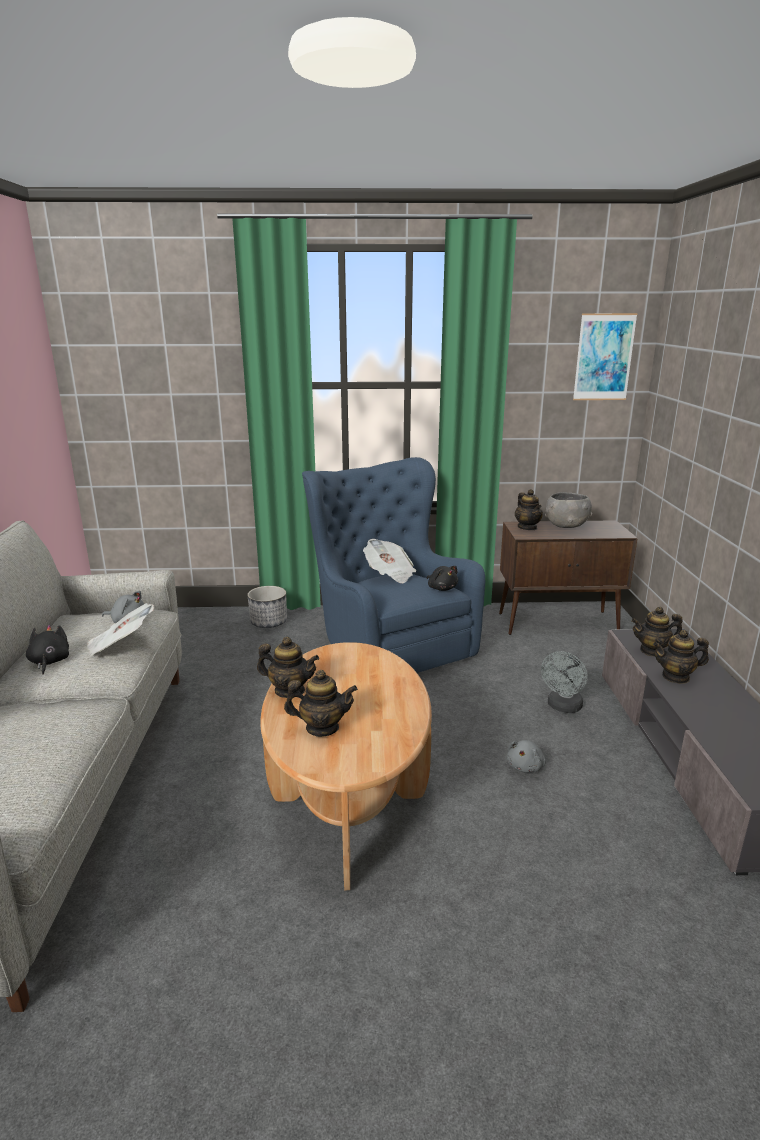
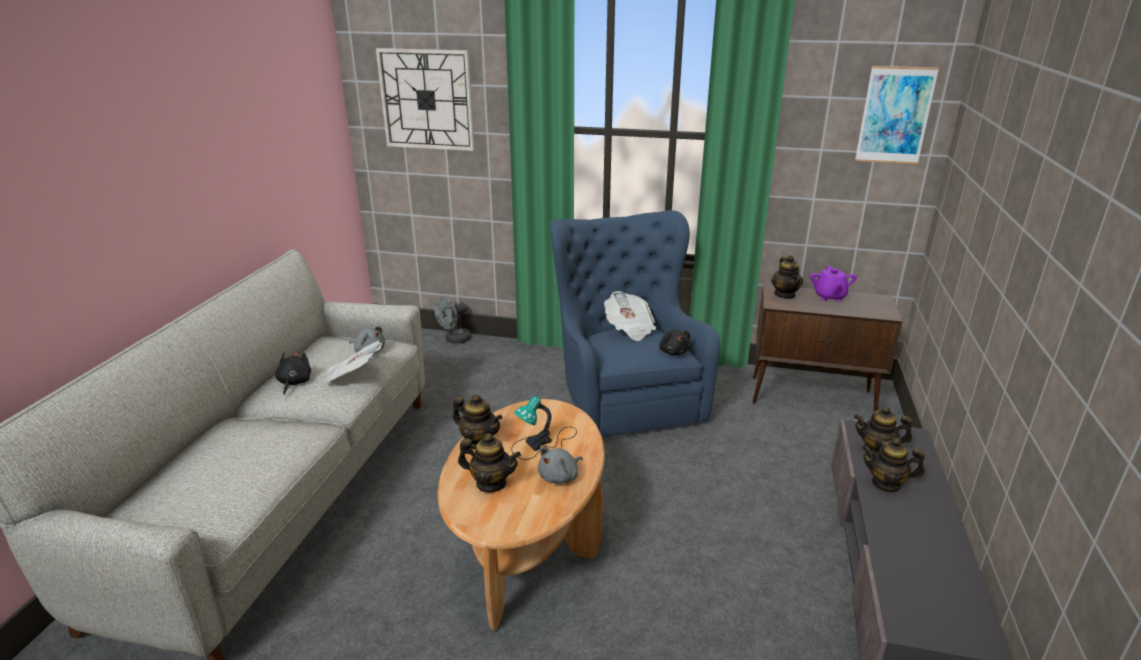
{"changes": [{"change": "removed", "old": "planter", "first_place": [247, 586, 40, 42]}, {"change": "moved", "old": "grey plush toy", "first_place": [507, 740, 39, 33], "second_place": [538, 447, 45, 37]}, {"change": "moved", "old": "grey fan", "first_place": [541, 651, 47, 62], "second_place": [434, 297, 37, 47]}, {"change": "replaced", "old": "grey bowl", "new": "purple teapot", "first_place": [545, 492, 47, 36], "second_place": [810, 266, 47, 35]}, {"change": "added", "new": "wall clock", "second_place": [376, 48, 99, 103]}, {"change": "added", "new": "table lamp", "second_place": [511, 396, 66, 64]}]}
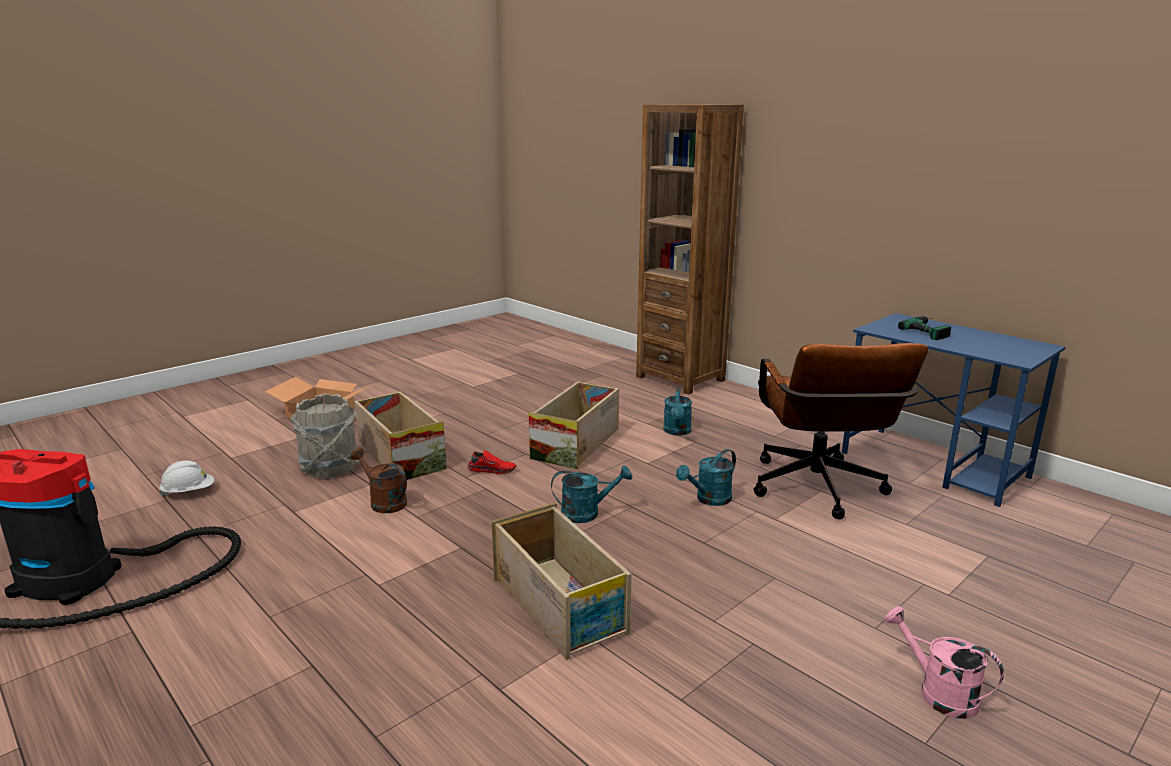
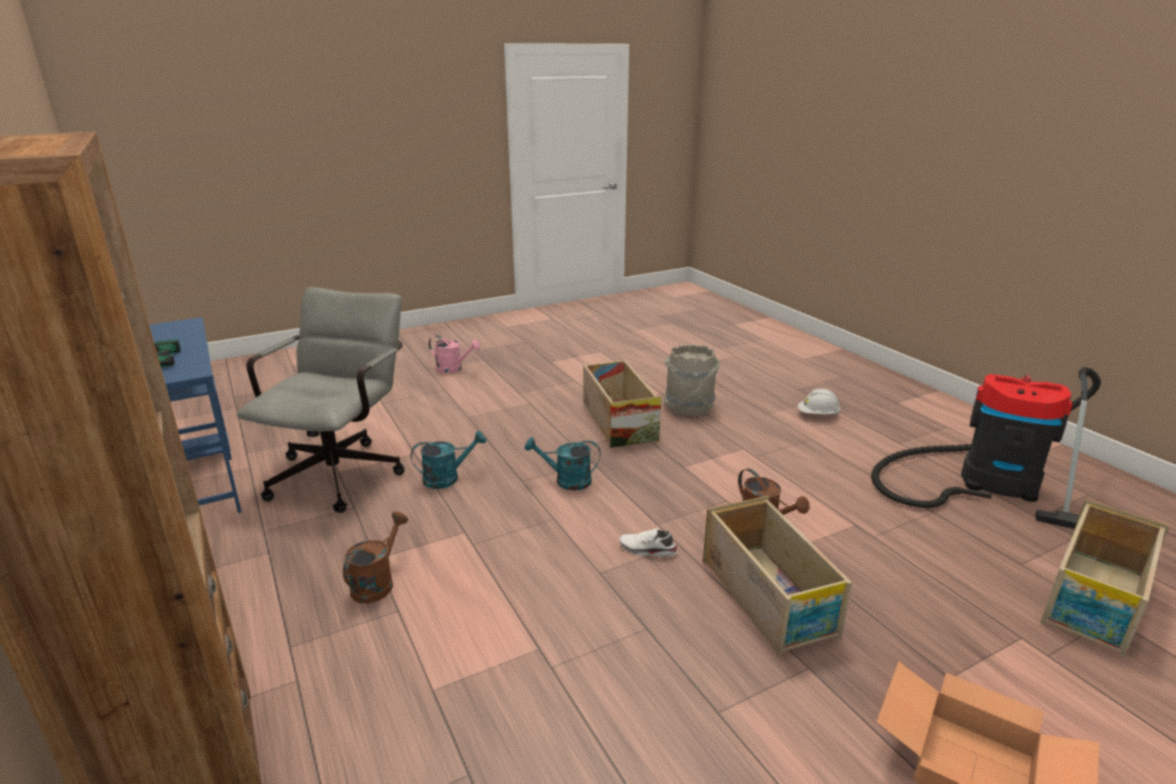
{"changes": [{"change": "moved", "old": "white hard hat", "first_place": [159, 461, 55, 35], "second_place": [798, 388, 42, 27]}, {"change": "moved", "old": "grey bucket", "first_place": [290, 393, 70, 86], "second_place": [663, 344, 57, 72]}, {"change": "recoloured", "old": "red shoe", "new": "white shoe", "first_place": [467, 450, 49, 24], "second_place": [619, 528, 58, 29]}, {"change": "moved", "old": "crate", "first_place": [529, 382, 90, 87], "second_place": [1040, 499, 129, 159]}, {"change": "recoloured", "old": "turquoise watering can", "new": "brown watering can", "first_place": [663, 388, 29, 48], "second_place": [343, 512, 65, 91]}, {"change": "recoloured", "old": "brown office chair", "new": "grey office chair", "first_place": [753, 343, 175, 177], "second_place": [236, 287, 169, 226]}, {"change": "turned", "old": "pink watering can", "first_place": [884, 606, 120, 113], "second_place": [428, 335, 53, 38], "degrees": -45}]}
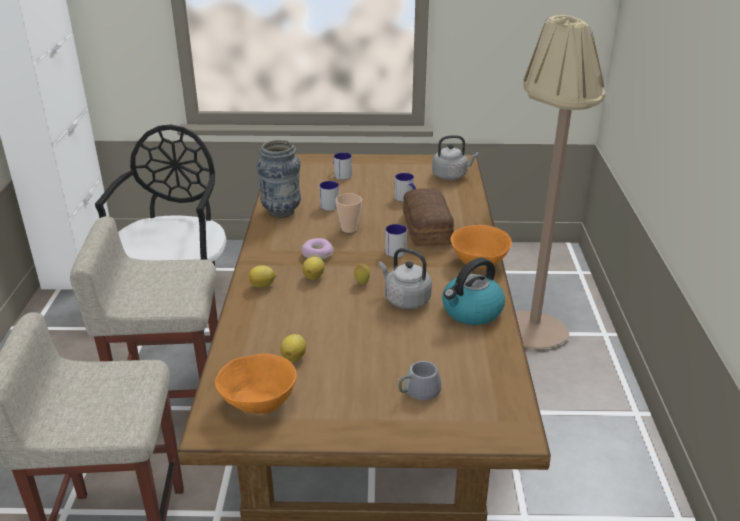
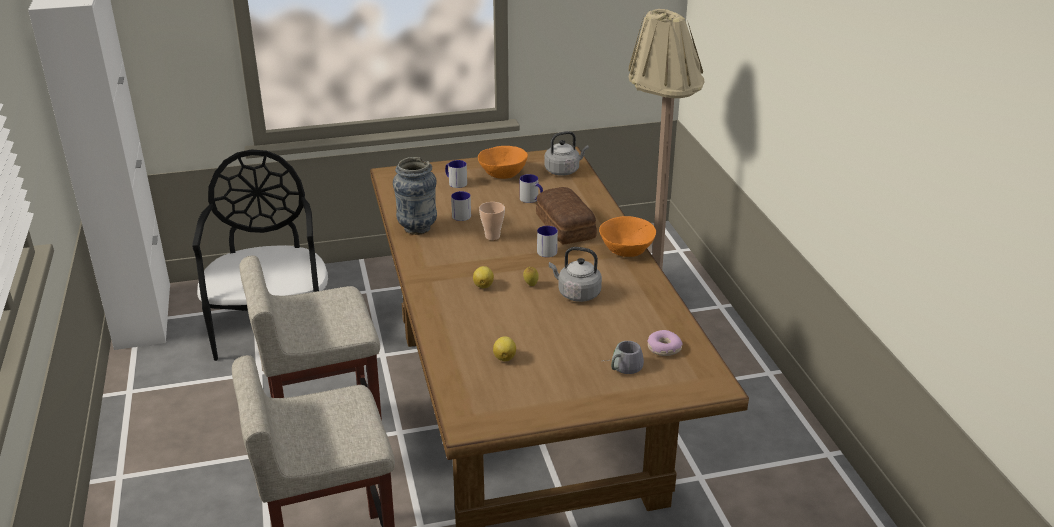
{"changes": [{"change": "moved", "old": "orange bowl", "first_place": [215, 354, 82, 60], "second_place": [478, 146, 50, 33]}, {"change": "removed", "old": "lemon", "first_place": [249, 265, 27, 23]}, {"change": "moved", "old": "donut", "first_place": [302, 238, 31, 22], "second_place": [647, 330, 36, 26]}, {"change": "removed", "old": "kettle", "first_place": [442, 257, 63, 68]}]}
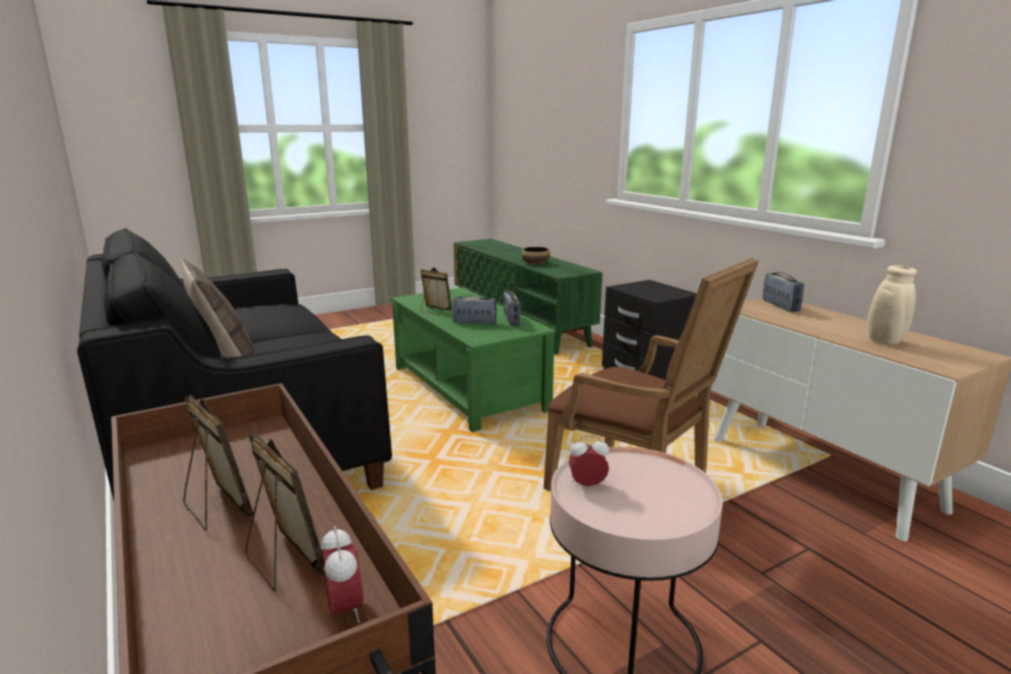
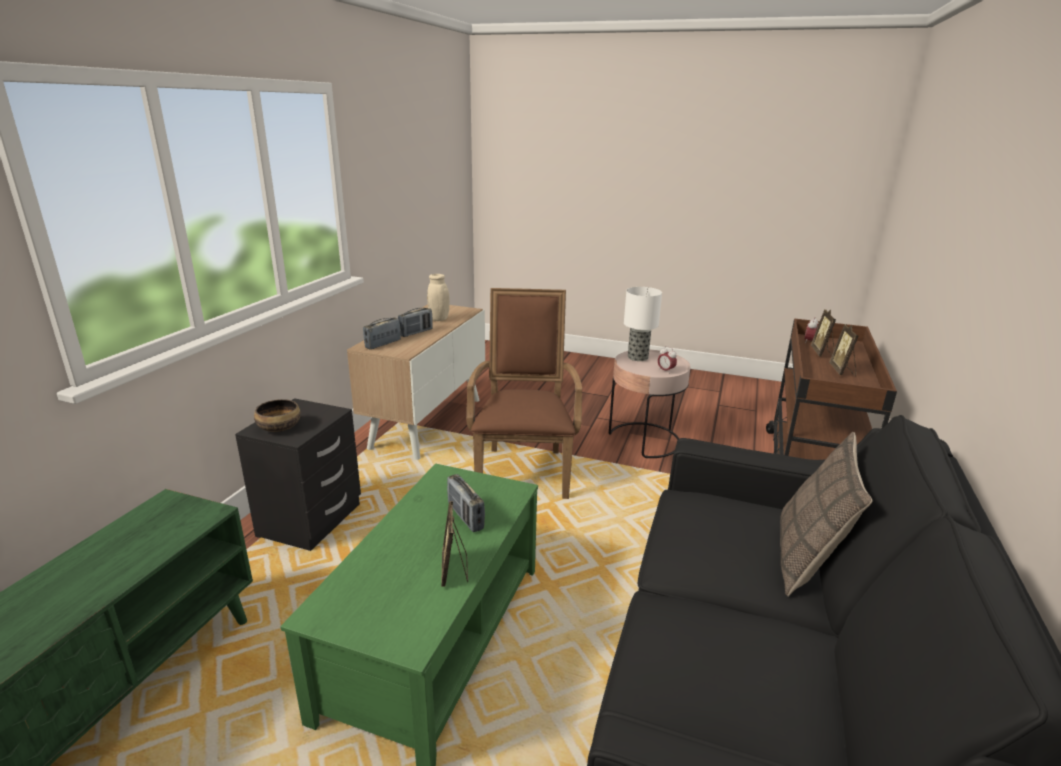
{"changes": [{"change": "moved", "old": "radio", "first_place": [504, 291, 17, 35], "second_place": [398, 308, 35, 29]}, {"change": "moved", "old": "bowl", "first_place": [521, 247, 29, 17], "second_place": [254, 399, 47, 33]}, {"change": "added", "new": "table lamp", "second_place": [624, 287, 38, 74]}]}
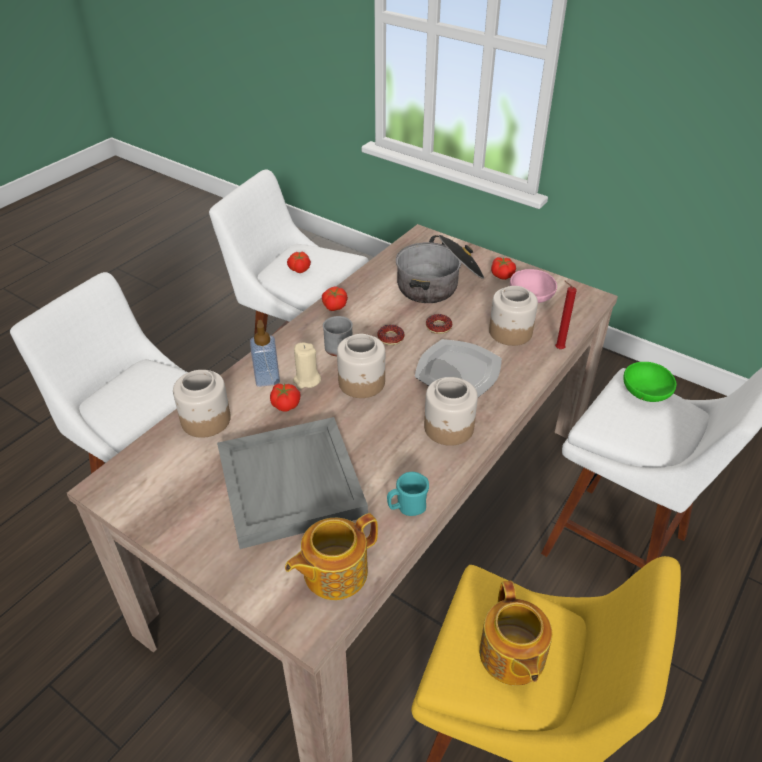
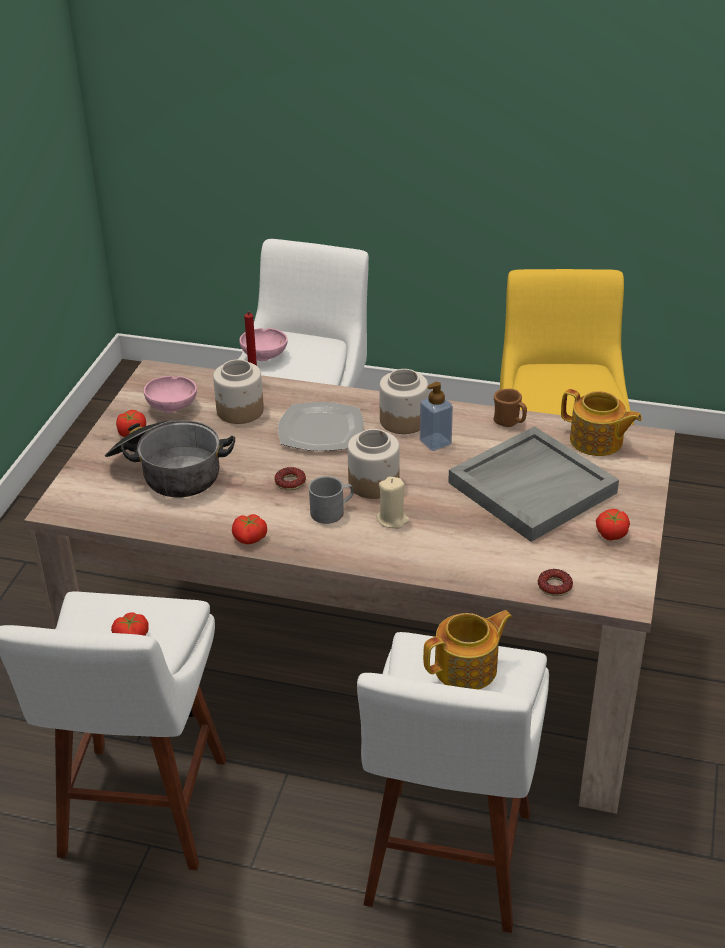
{"changes": [{"change": "removed", "old": "jar", "first_place": [173, 370, 58, 68]}, {"change": "moved", "old": "soap dispenser", "first_place": [250, 320, 30, 67], "second_place": [420, 382, 33, 69]}, {"change": "moved", "old": "tomato", "first_place": [270, 383, 31, 29], "second_place": [596, 509, 34, 32]}, {"change": "recoloured", "old": "turquoise mug", "new": "brown mug", "first_place": [387, 472, 42, 44], "second_place": [494, 389, 33, 38]}, {"change": "moved", "old": "donut", "first_place": [426, 314, 26, 20], "second_place": [538, 569, 35, 28]}, {"change": "moved", "old": "teapot", "first_place": [479, 581, 73, 105], "second_place": [423, 610, 89, 80]}, {"change": "recoloured", "old": "green bowl", "new": "pink bowl", "first_place": [623, 362, 54, 40], "second_place": [239, 328, 49, 33]}]}
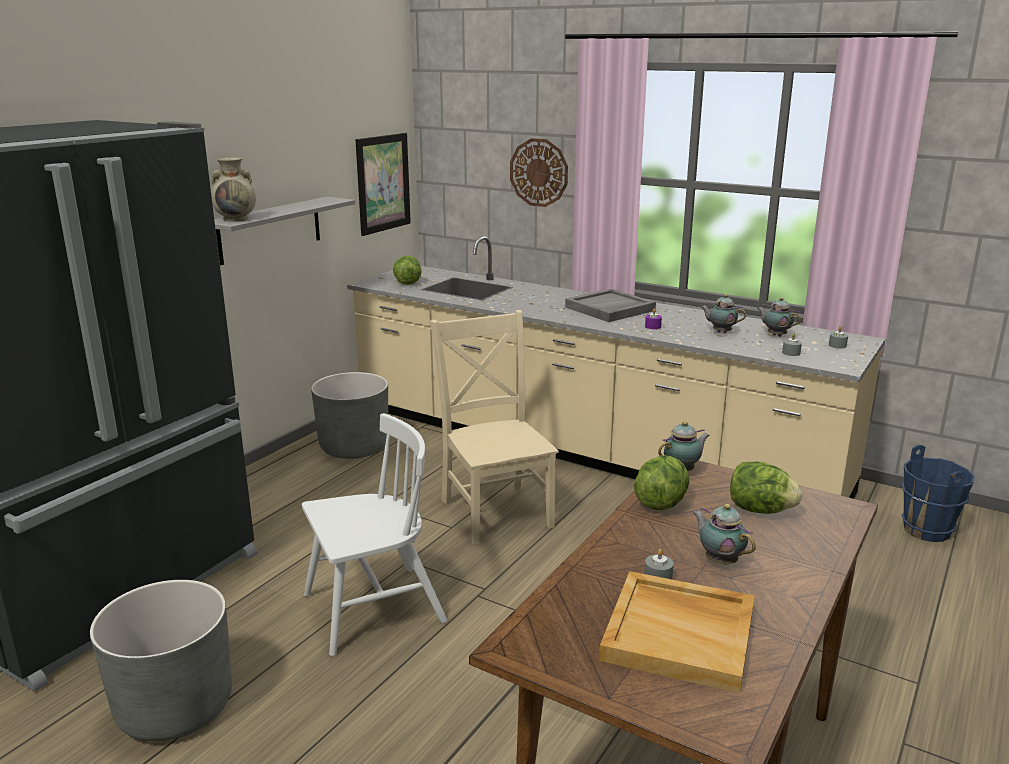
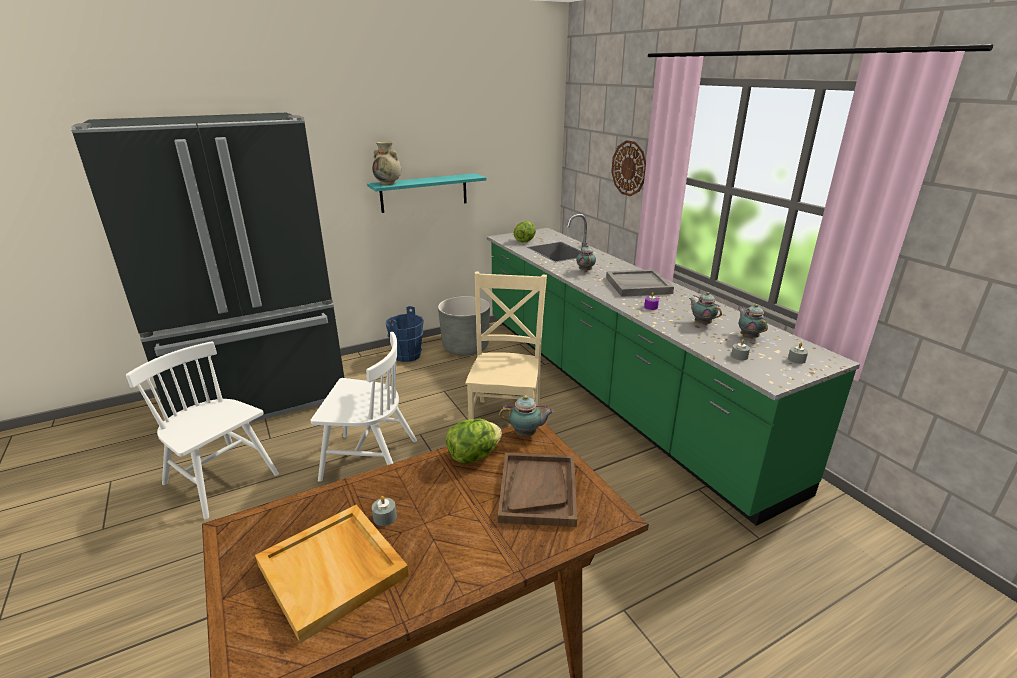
{"changes": [{"change": "replaced", "old": "grey planter", "new": "white chair", "first_place": [90, 580, 142, 161], "second_place": [126, 341, 153, 178]}, {"change": "recoloured", "old": "grey shelf", "new": "turquoise shelf", "first_place": [214, 197, 141, 68], "second_place": [367, 173, 119, 40]}, {"change": "recoloured", "old": "beige counter", "new": "green counter", "first_place": [347, 236, 539, 263], "second_place": [487, 214, 373, 312]}, {"change": "removed", "old": "picture", "first_place": [355, 133, 56, 103]}, {"change": "moved", "old": "teapot", "first_place": [693, 504, 63, 61], "second_place": [576, 245, 20, 27]}, {"change": "replaced", "old": "lettuce", "new": "brown tray", "first_place": [730, 462, 72, 52], "second_place": [498, 453, 79, 74]}, {"change": "moved", "old": "blue bucket", "first_place": [902, 445, 73, 97], "second_place": [386, 306, 38, 56]}]}
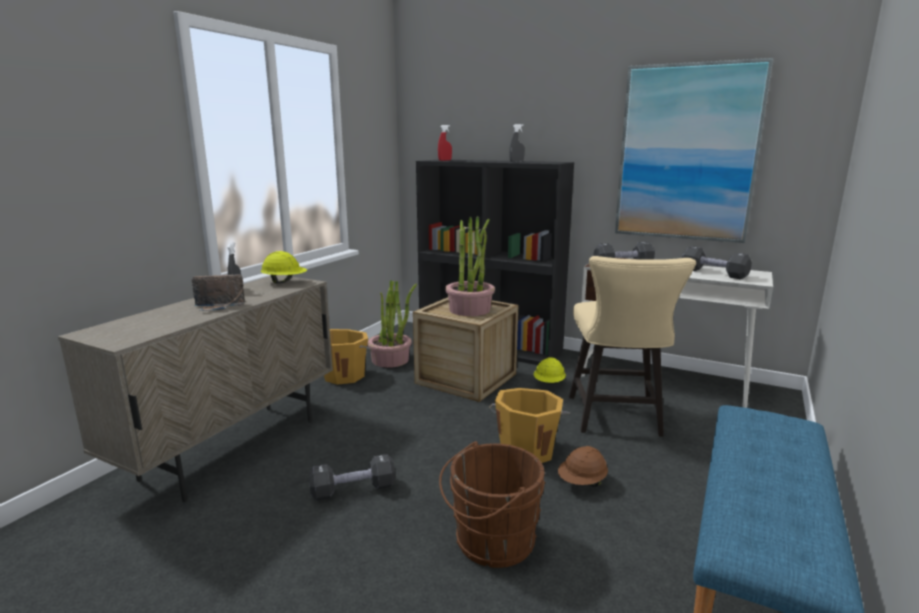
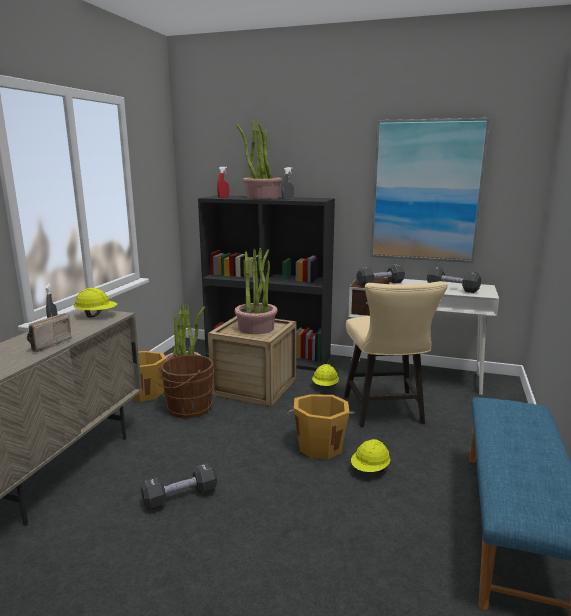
{"changes": [{"change": "turned", "old": "radio", "first_place": [192, 274, 53, 37], "second_place": [27, 313, 44, 39], "degrees": 135}, {"change": "moved", "old": "brown bucket", "first_place": [439, 441, 106, 127], "second_place": [155, 354, 60, 64]}, {"change": "recoloured", "old": "brown hard hat", "new": "yellow hard hat", "first_place": [558, 446, 50, 41], "second_place": [351, 439, 39, 33]}, {"change": "added", "new": "potted plant", "second_place": [236, 120, 46, 79]}]}
